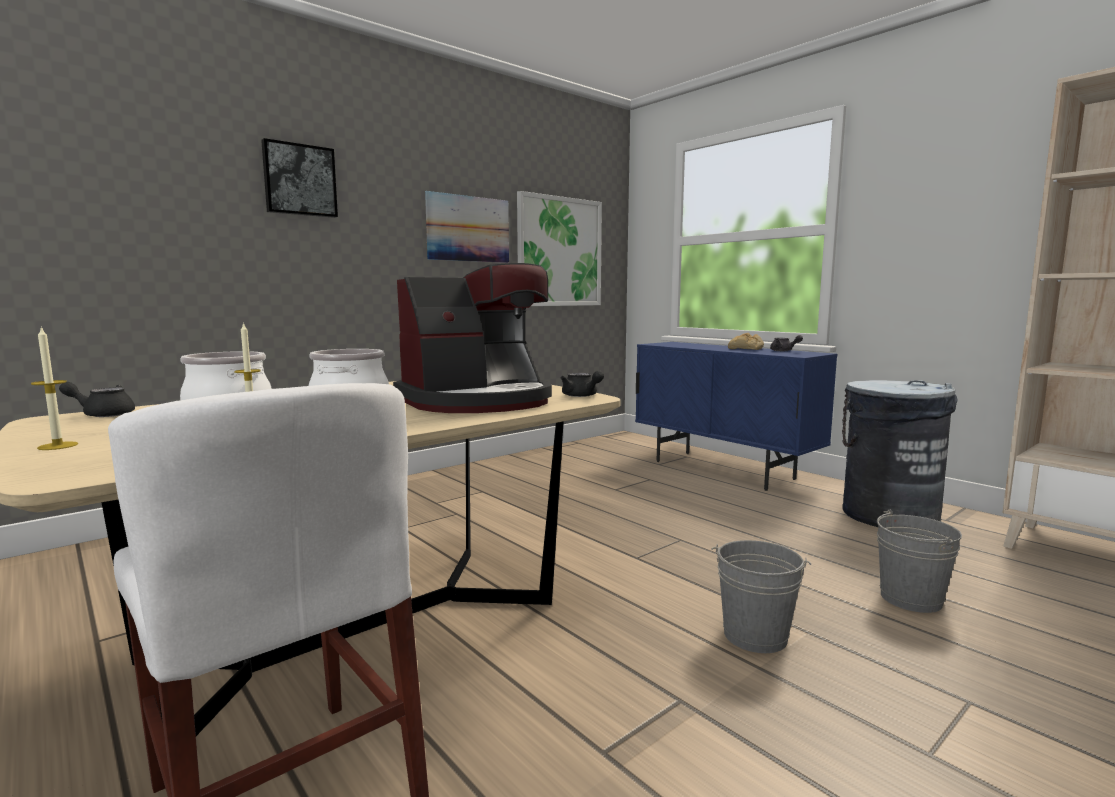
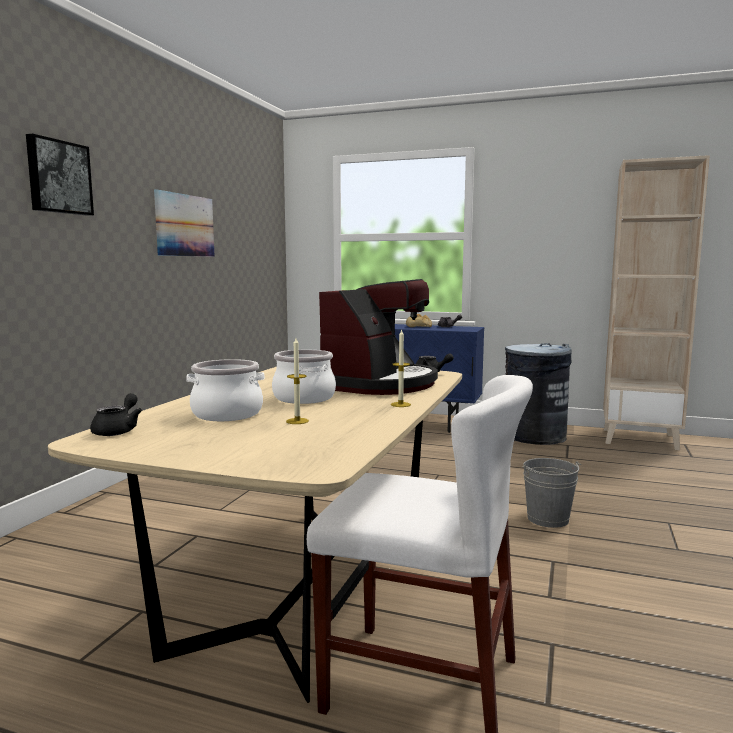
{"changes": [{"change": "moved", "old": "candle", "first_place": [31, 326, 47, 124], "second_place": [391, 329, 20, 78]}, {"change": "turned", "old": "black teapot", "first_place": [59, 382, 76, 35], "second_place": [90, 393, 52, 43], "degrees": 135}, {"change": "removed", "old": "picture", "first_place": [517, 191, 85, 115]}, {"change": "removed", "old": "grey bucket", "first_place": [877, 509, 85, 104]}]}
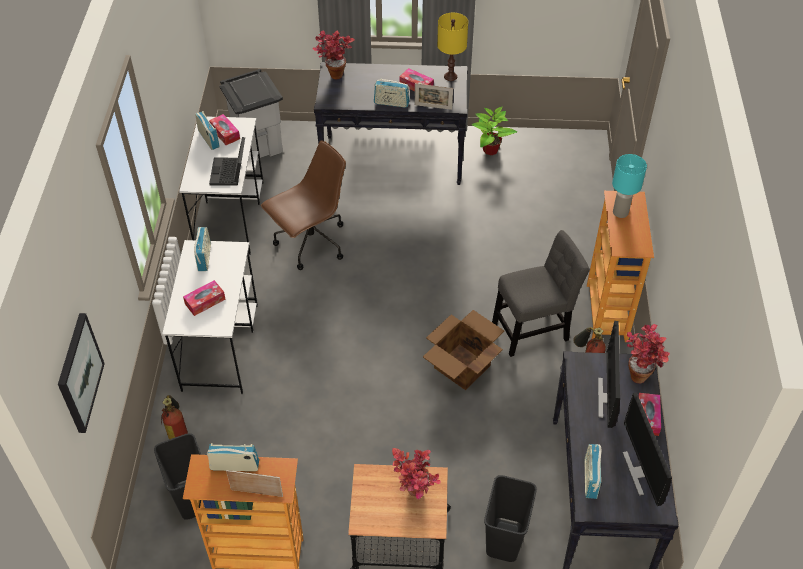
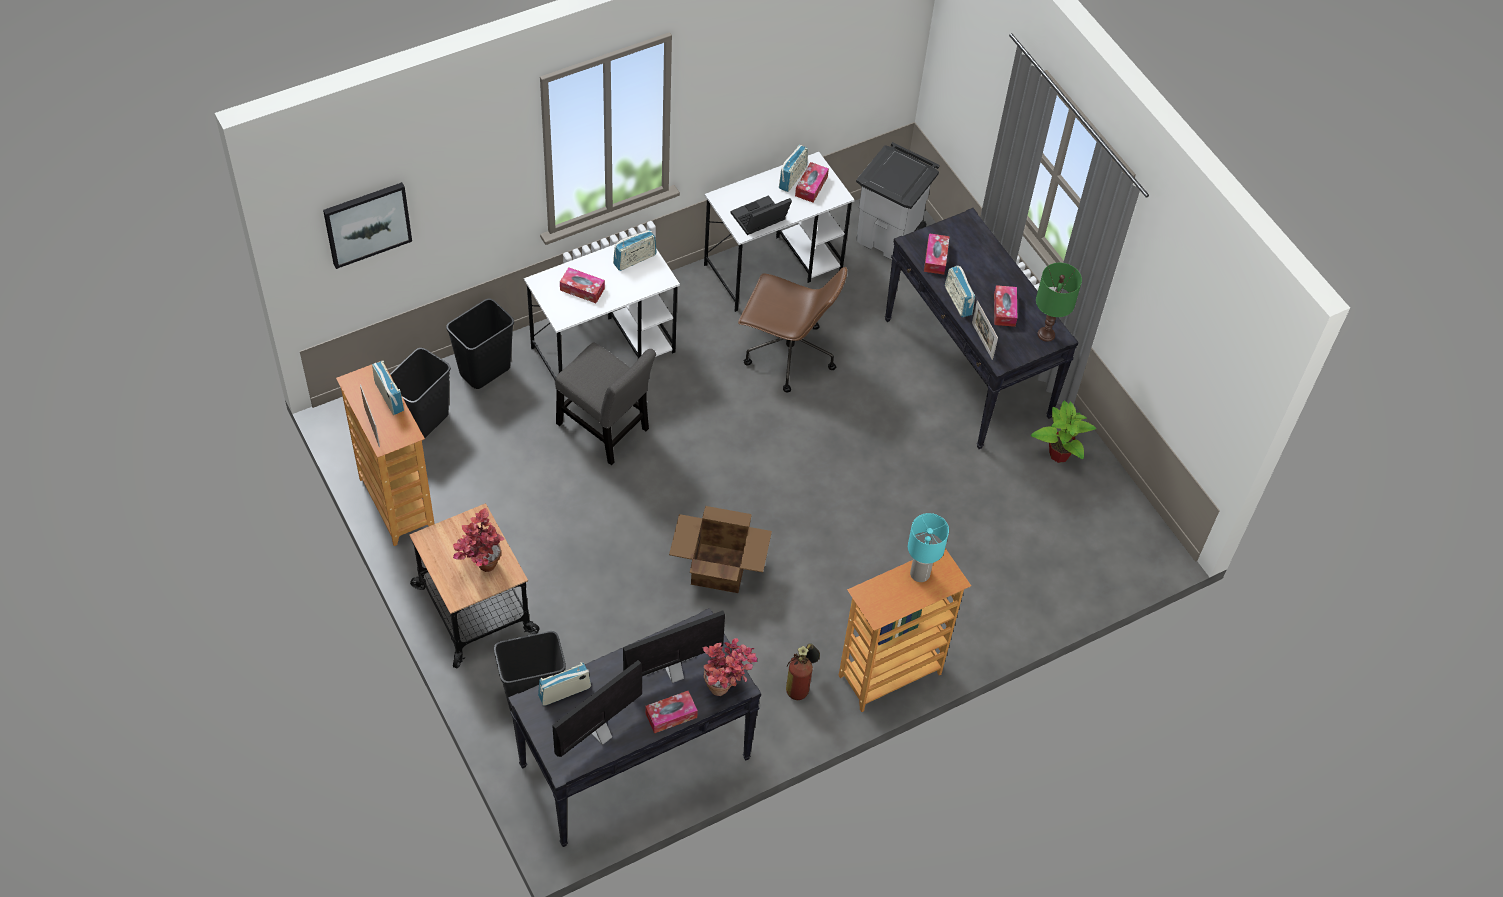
{"changes": [{"change": "replaced", "old": "fire extinguisher", "new": "black trash can", "first_place": [161, 395, 27, 44], "second_place": [446, 298, 68, 91]}, {"change": "removed", "old": "potted plant", "first_place": [313, 30, 42, 49]}, {"change": "recoloured", "old": "yellow table lamp", "new": "green table lamp", "first_place": [437, 13, 31, 68], "second_place": [1036, 263, 46, 79]}, {"change": "moved", "old": "grey chair", "first_place": [492, 230, 98, 127], "second_place": [555, 343, 101, 122]}, {"change": "added", "new": "tissue box", "second_place": [924, 233, 26, 42]}]}
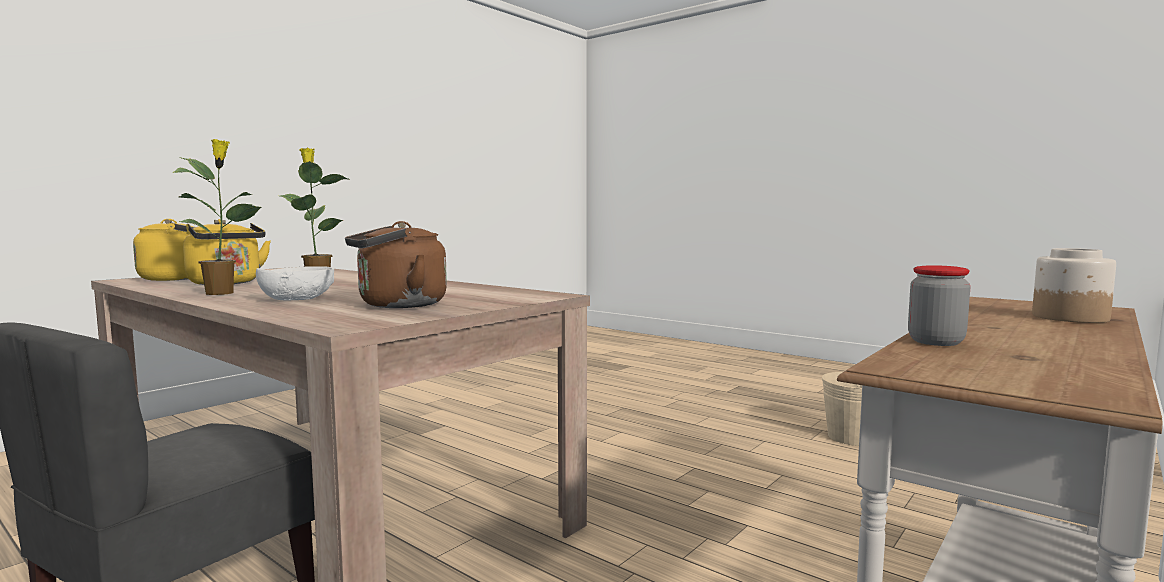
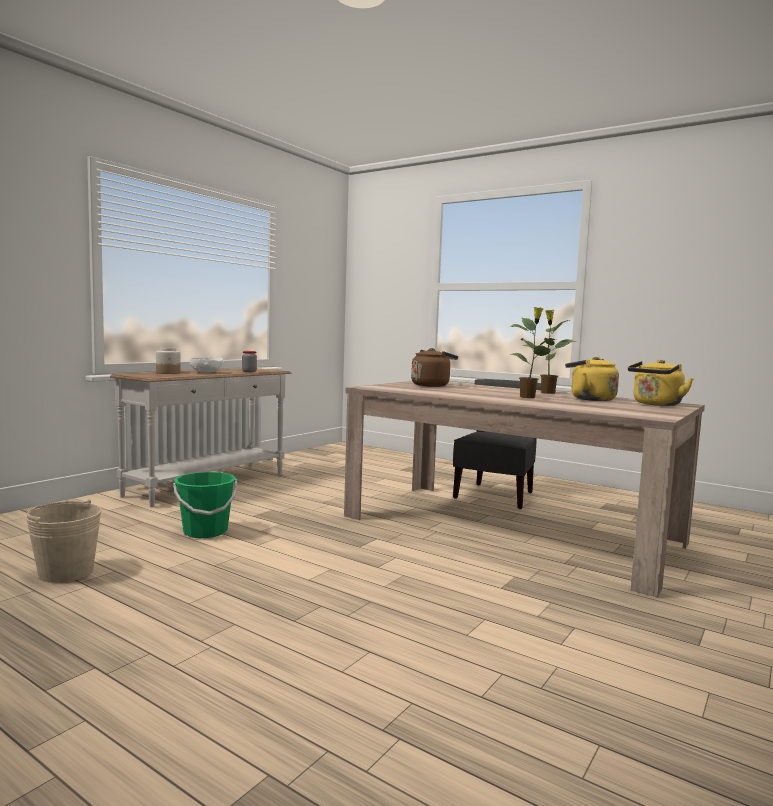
{"changes": [{"change": "moved", "old": "white bowl", "first_place": [256, 266, 78, 35], "second_place": [190, 357, 34, 16]}, {"change": "added", "new": "green bucket", "second_place": [173, 472, 65, 66]}]}
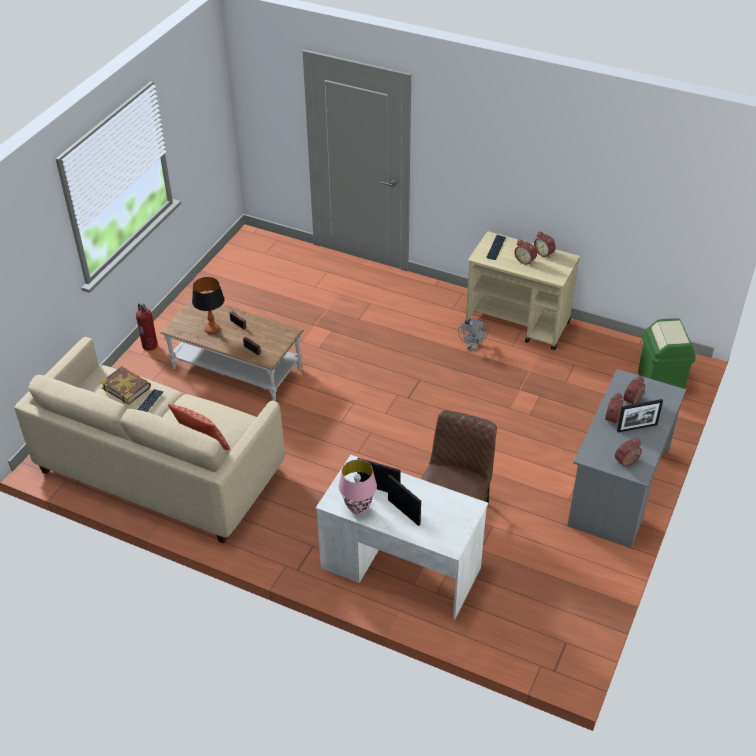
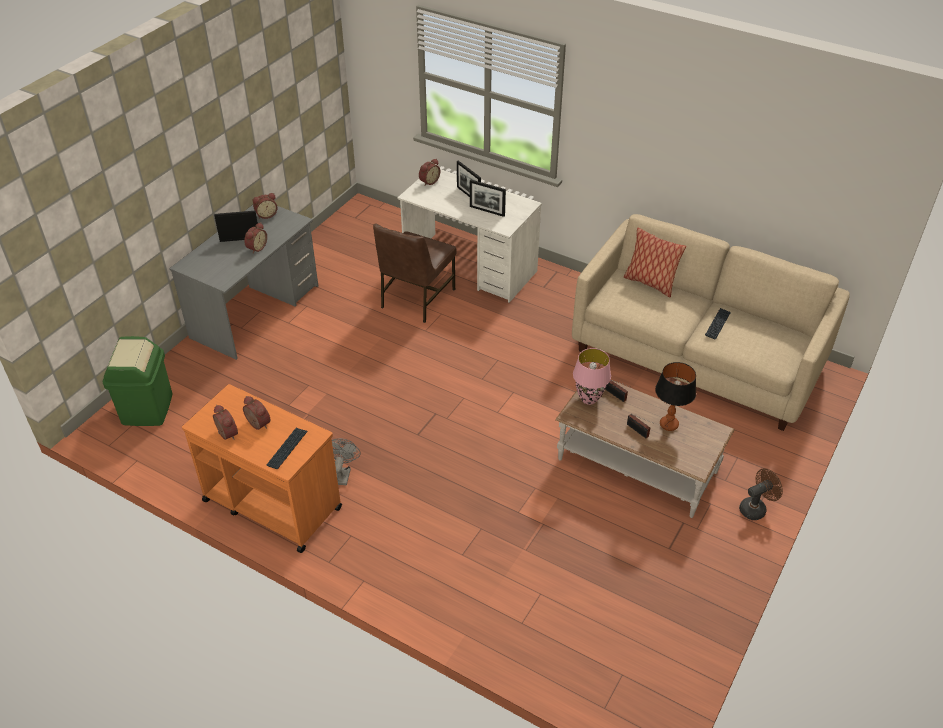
{"changes": [{"change": "removed", "old": "book", "first_place": [100, 366, 51, 39]}, {"change": "replaced", "old": "fire extinguisher", "new": "brown fan", "first_place": [136, 303, 22, 48], "second_place": [739, 468, 44, 52]}, {"change": "moved", "old": "pink table lamp", "first_place": [338, 459, 39, 55], "second_place": [573, 348, 38, 57]}, {"change": "recoloured", "old": "beige cart", "new": "orange cart", "first_place": [465, 231, 115, 119], "second_place": [182, 384, 160, 169]}, {"change": "moved", "old": "alarm clock", "first_place": [623, 376, 22, 29], "second_place": [419, 159, 21, 27]}]}
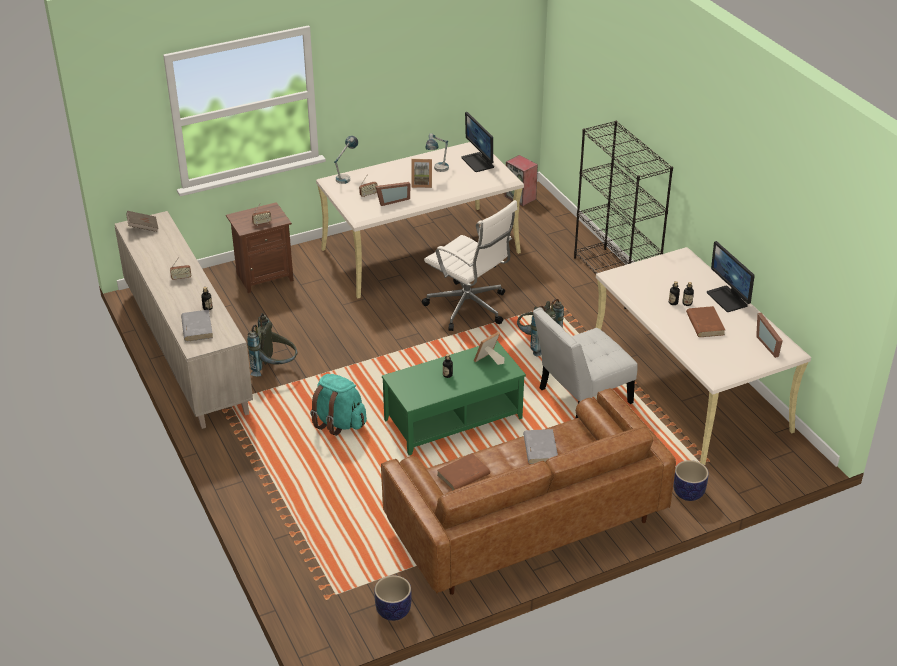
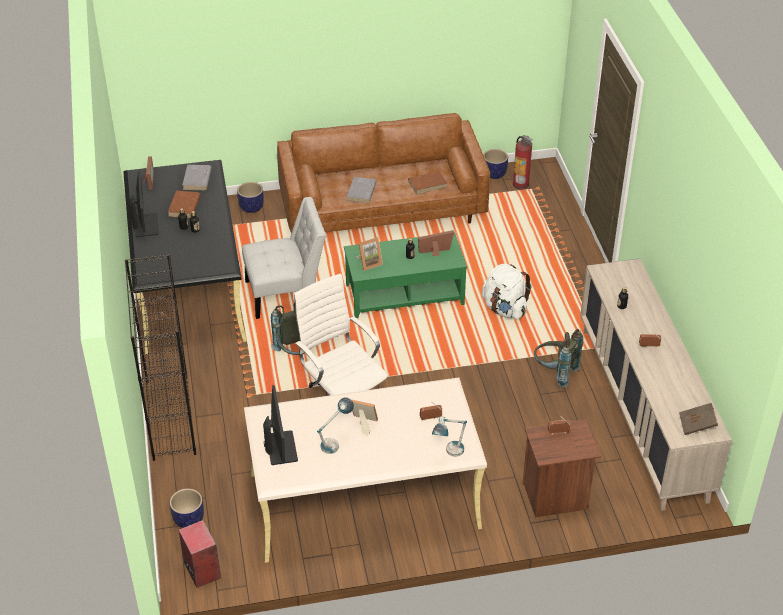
{"changes": [{"change": "moved", "old": "grey book", "first_place": [181, 310, 32, 32], "second_place": [182, 165, 30, 25]}, {"change": "recoloured", "old": "turquoise backpack", "new": "white backpack", "first_place": [310, 374, 57, 62], "second_place": [482, 264, 50, 56]}, {"change": "moved", "old": "picture frame", "first_place": [375, 182, 36, 24], "second_place": [418, 230, 36, 26]}, {"change": "recoloured", "old": "beige desk", "new": "black desk", "first_place": [596, 247, 215, 218], "second_place": [123, 160, 124, 194]}, {"change": "added", "new": "planter", "second_place": [170, 488, 34, 40]}, {"change": "added", "new": "fire extinguisher", "second_place": [513, 135, 20, 55]}]}
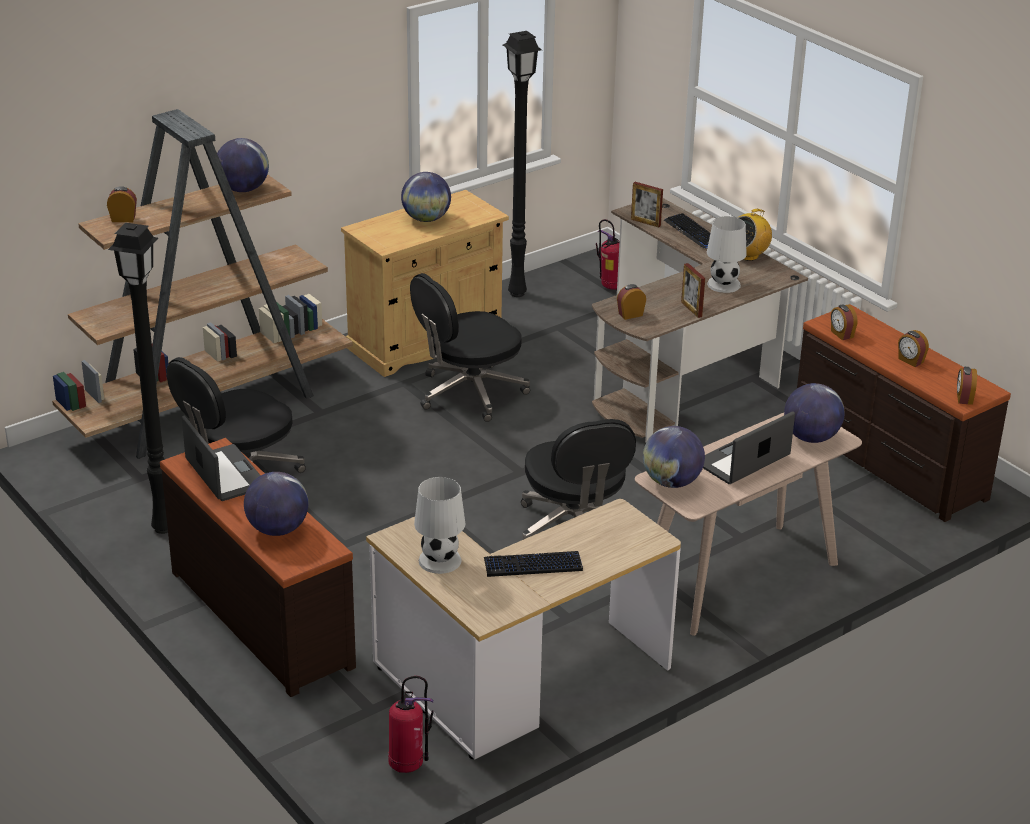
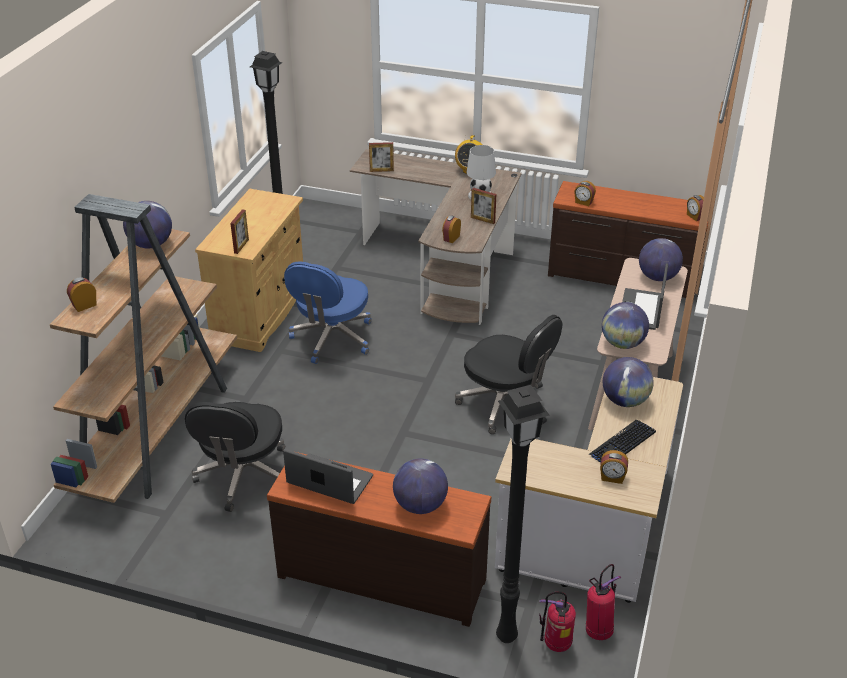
{"changes": [{"change": "moved", "old": "black floor lamp", "first_place": [108, 223, 60, 311], "second_place": [496, 385, 54, 258]}, {"change": "moved", "old": "globe", "first_place": [401, 172, 50, 50], "second_place": [603, 357, 51, 50]}, {"change": "recoloured", "old": "black office chair", "new": "blue office chair", "first_place": [410, 273, 120, 149], "second_place": [284, 261, 88, 103]}, {"change": "removed", "old": "white table lamp", "first_place": [414, 477, 51, 97]}, {"change": "moved", "old": "fire extinguisher", "first_place": [596, 219, 23, 71], "second_place": [539, 591, 37, 61]}, {"change": "removed", "old": "keyboard", "first_place": [664, 213, 46, 36]}, {"change": "moved", "old": "alarm clock", "first_place": [898, 330, 31, 37], "second_place": [600, 450, 28, 34]}, {"change": "added", "new": "picture frame", "second_place": [230, 209, 19, 45]}]}
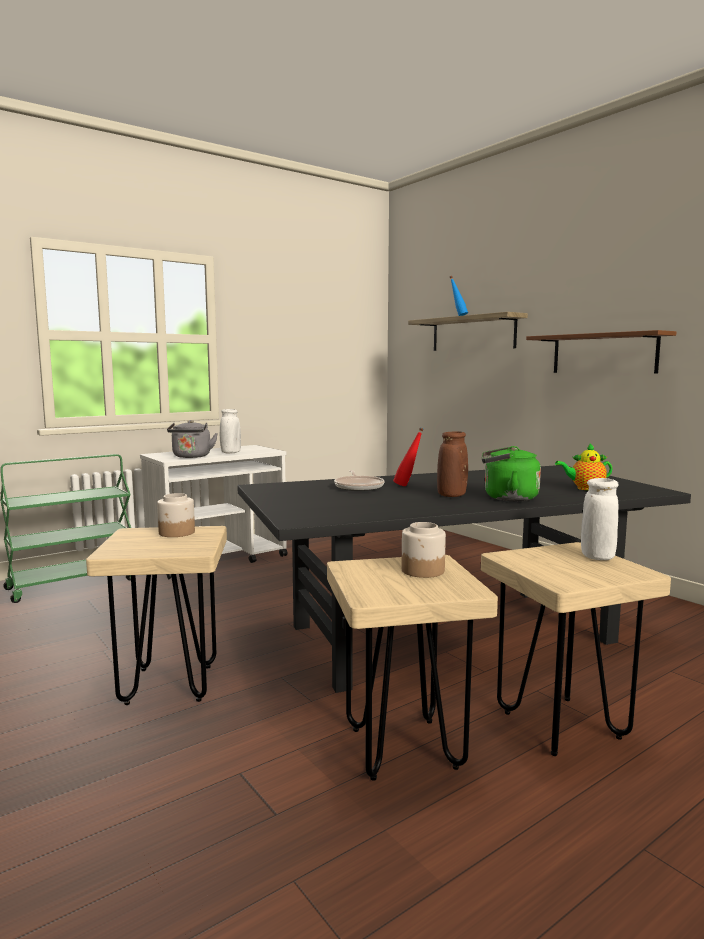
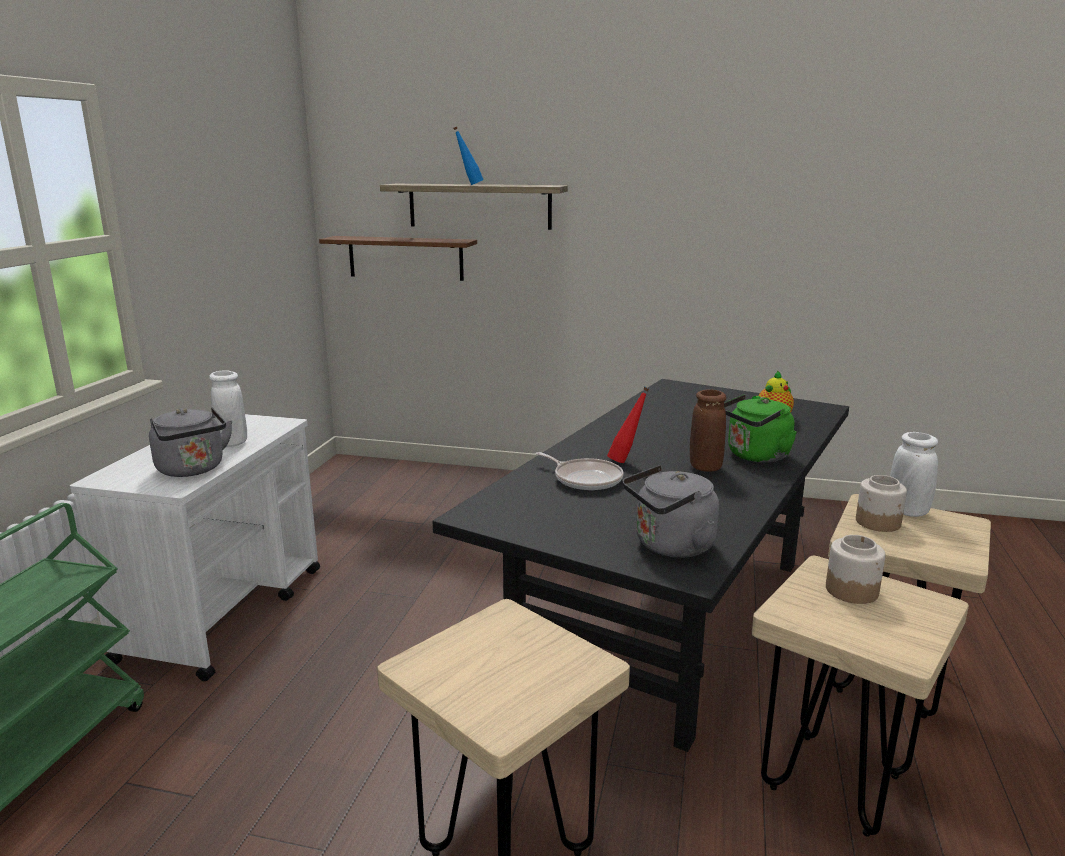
{"changes": [{"change": "moved", "old": "jar", "first_place": [157, 493, 38, 44], "second_place": [856, 475, 51, 57]}, {"change": "moved", "old": "brown shelf", "first_place": [526, 330, 150, 44], "second_place": [319, 236, 158, 45]}, {"change": "added", "new": "grey kettle", "second_place": [623, 465, 96, 93]}]}
